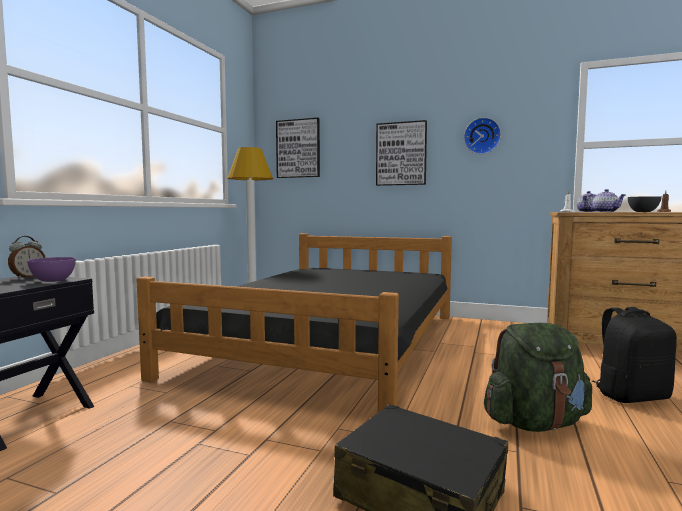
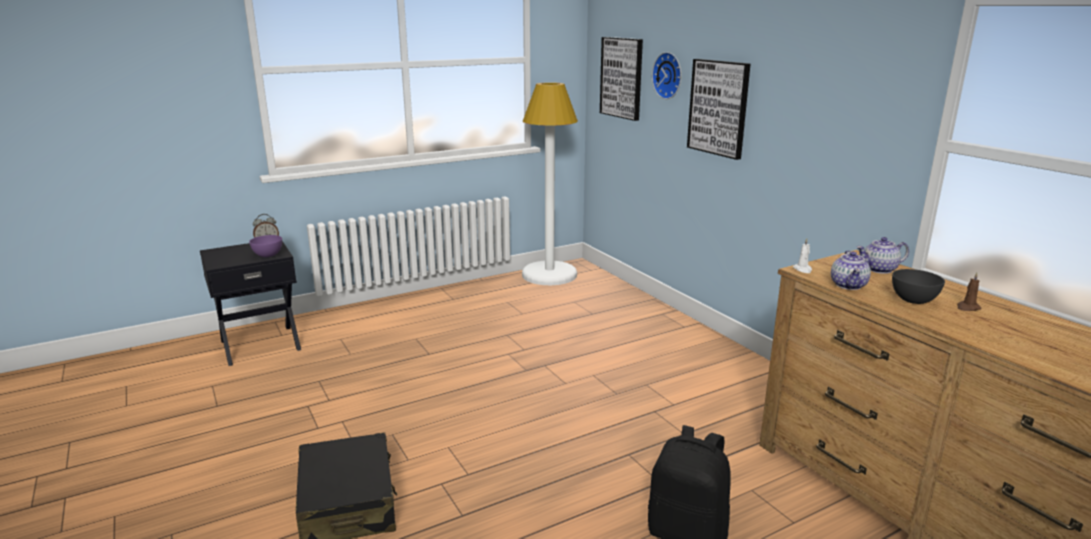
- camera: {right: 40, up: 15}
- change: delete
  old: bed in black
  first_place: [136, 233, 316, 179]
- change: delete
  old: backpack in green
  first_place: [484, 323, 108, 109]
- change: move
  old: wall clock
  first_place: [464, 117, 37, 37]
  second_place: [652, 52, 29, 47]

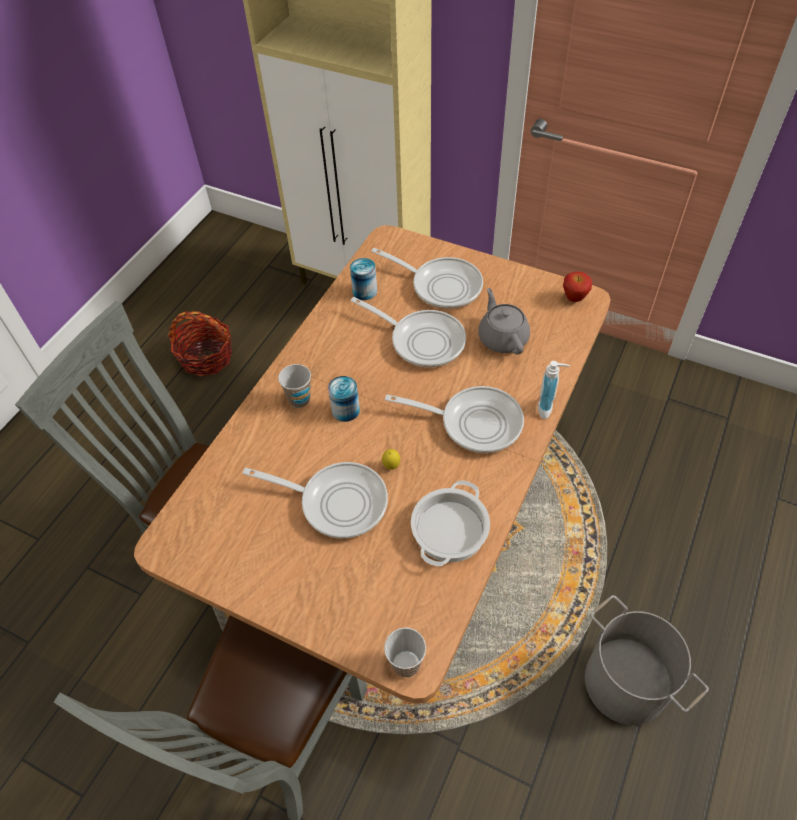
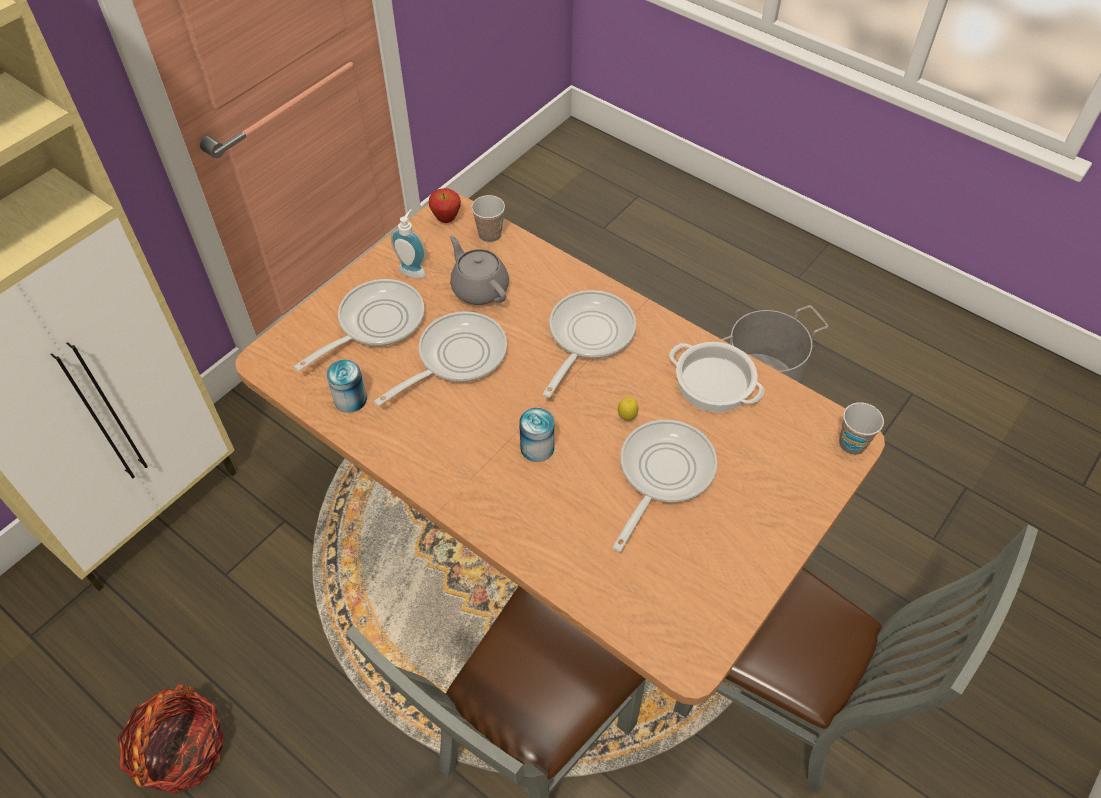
- camera: {right: -80, up: 0}
- change: move
  old: cup
  first_place: [278, 364, 33, 44]
  second_place: [471, 195, 34, 47]
- change: move
  old: soap dispenser
  first_place: [538, 361, 32, 58]
  second_place: [391, 209, 35, 70]
- change: rotate
  old: teapot in grey
  first_place: [478, 288, 52, 67]
  second_place: [450, 235, 59, 70]
  degrees: 60

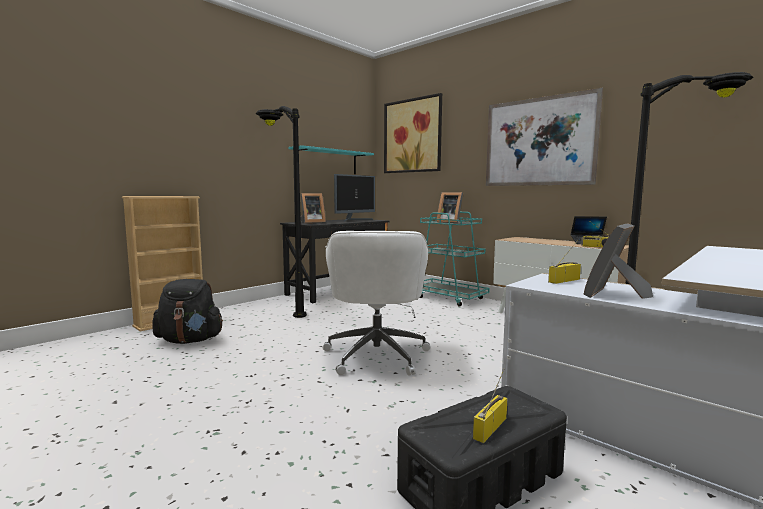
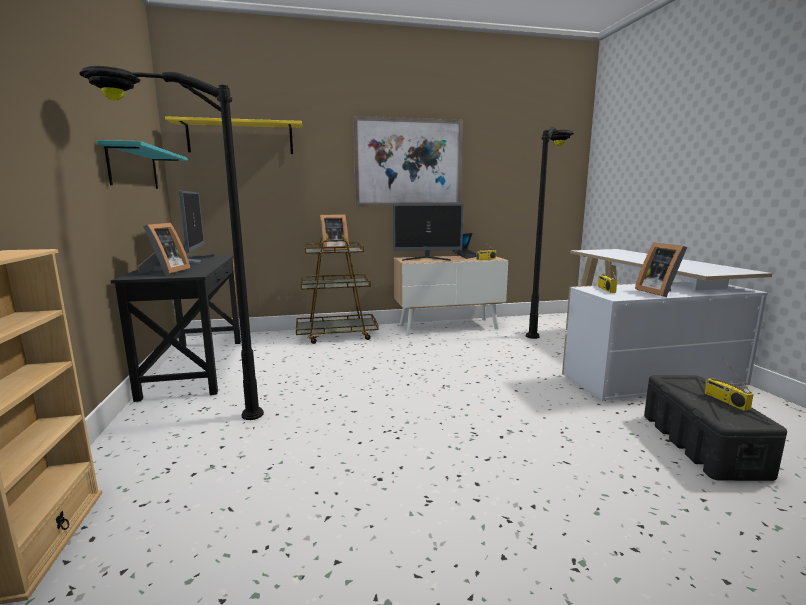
- camera: {right: -55, up: 5}
- change: delete
  old: backpack in black
  first_place: [152, 279, 71, 65]
- change: delete
  old: office chair in white
  first_place: [323, 231, 107, 145]
- change: insert
  new: monitor
  second_place: [393, 204, 71, 57]
- change: replace
  old: picture
  new: shelf in yellow
  first_place: [384, 93, 58, 80]
  second_place: [165, 116, 137, 38]
- change: recolor
  old: cart in turquoise
  new: cart in brown
  first_place: [420, 212, 69, 95]
  second_place: [296, 237, 83, 107]

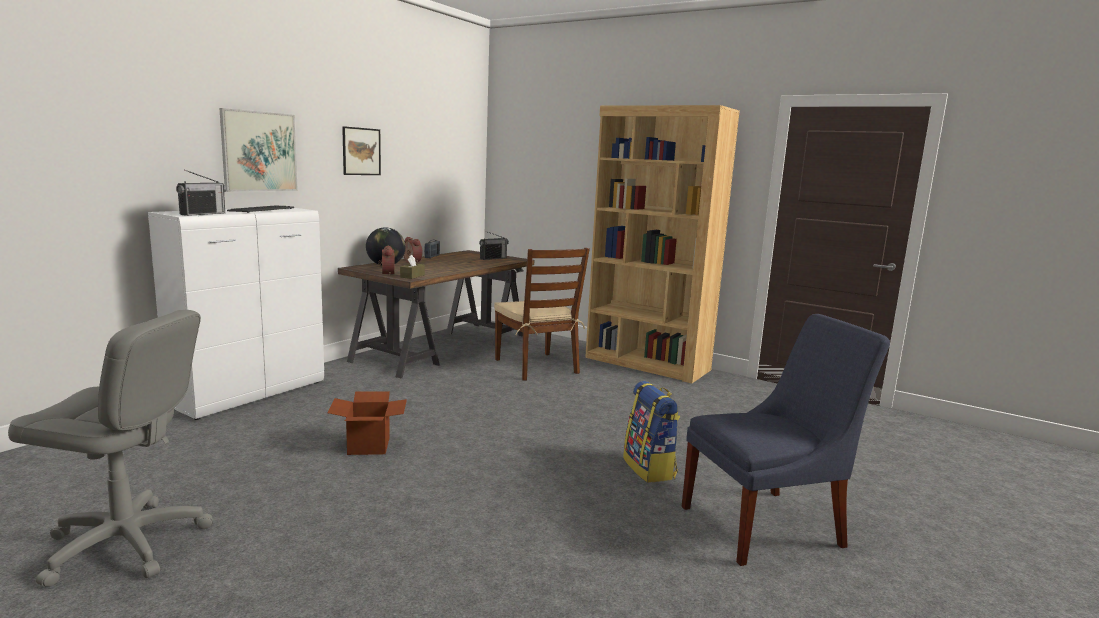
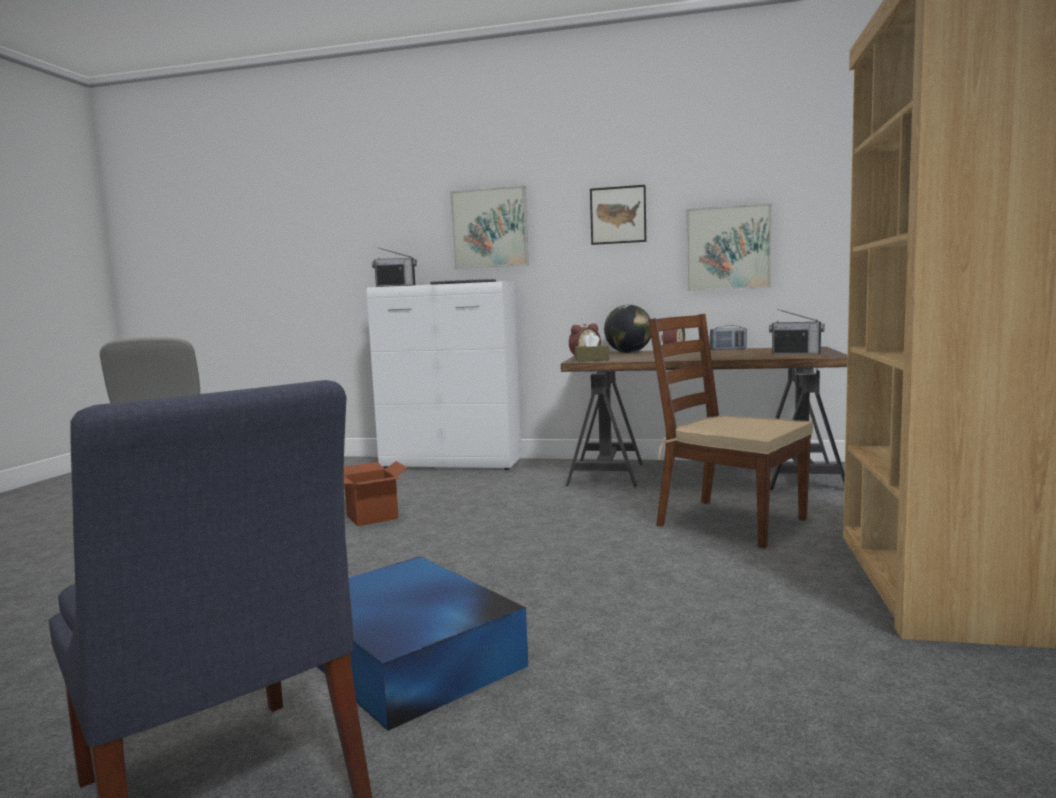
- camera: {right: 70, up: -5}
- change: insert
  new: picture
  second_place: [686, 203, 86, 88]
- change: replace
  old: backpack
  new: storage box in blue
  first_place: [623, 381, 57, 102]
  second_place: [317, 556, 211, 175]
- change: rotate
  old: chair in brown
  first_place: [494, 248, 96, 132]
  second_place: [648, 314, 165, 234]
  degrees: 90

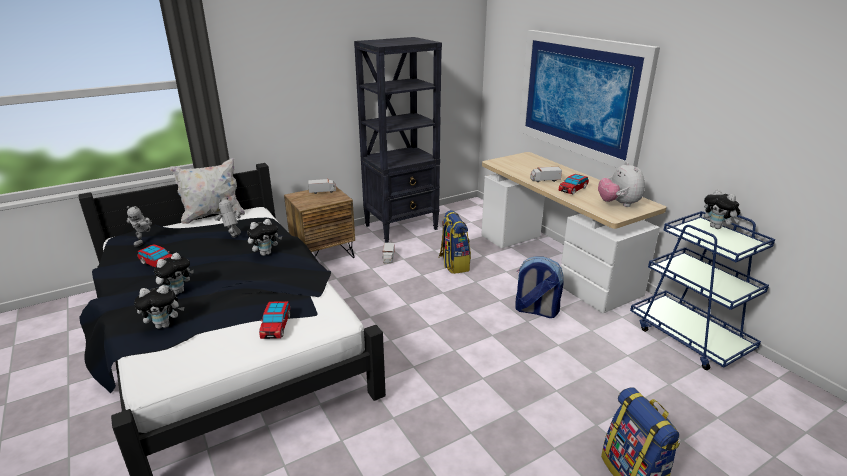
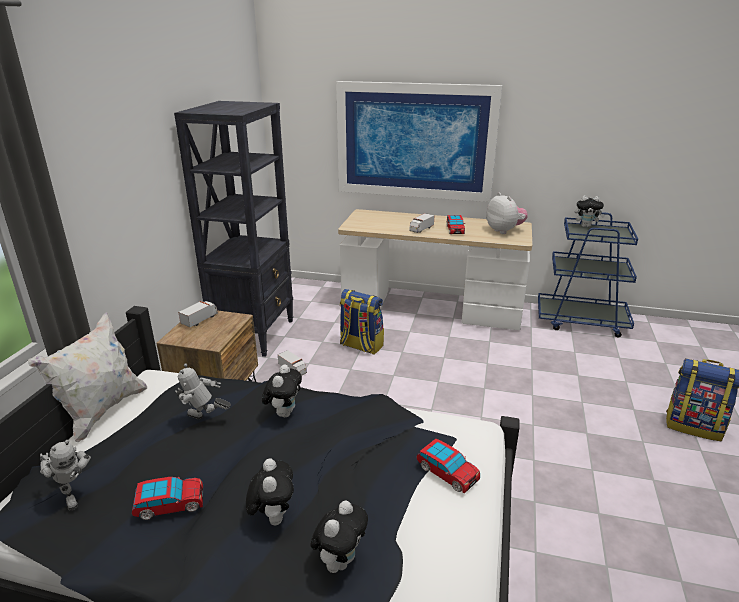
- camera: {right: -45, up: 0}
- change: delete
  old: backpack
  first_place: [515, 256, 48, 62]
- change: rotate
  old: plush toy
  first_place: [598, 162, 47, 45]
  second_place: [486, 192, 42, 42]
  degrees: -150

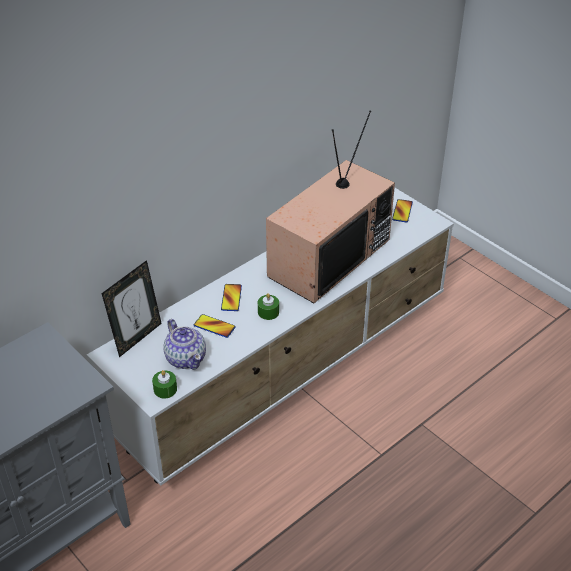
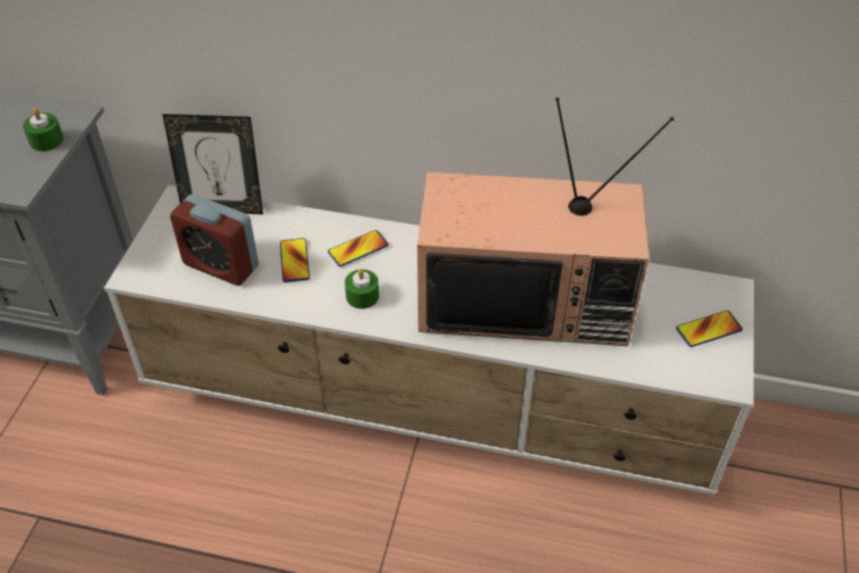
- camera: {right: 55, up: 5}
- change: move
  old: candle in green
  first_place: [152, 370, 25, 28]
  second_place: [23, 108, 41, 43]
- change: replace
  old: teapot
  new: alarm clock
  first_place: [163, 319, 43, 51]
  second_place: [170, 194, 89, 92]

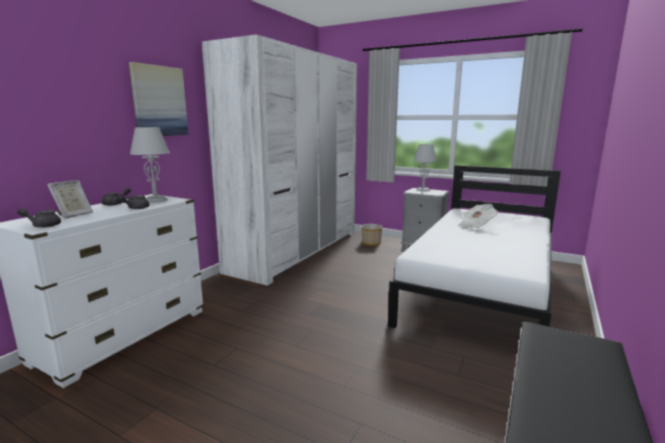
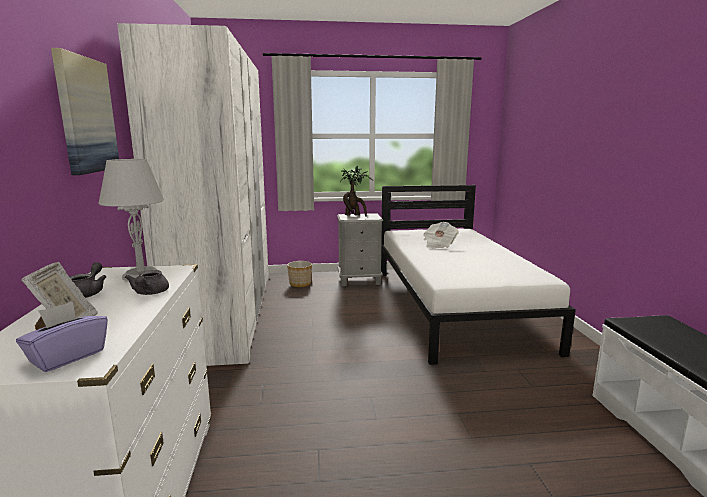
- camera: {right: -35, up: 0}
- change: replace
  old: teapot in grey
  new: tissue box in purple
  first_place: [17, 208, 44, 20]
  second_place: [16, 301, 92, 71]
- change: replace
  old: table lamp in grey
  new: potted plant
  first_place: [414, 144, 23, 48]
  second_place: [340, 165, 33, 52]

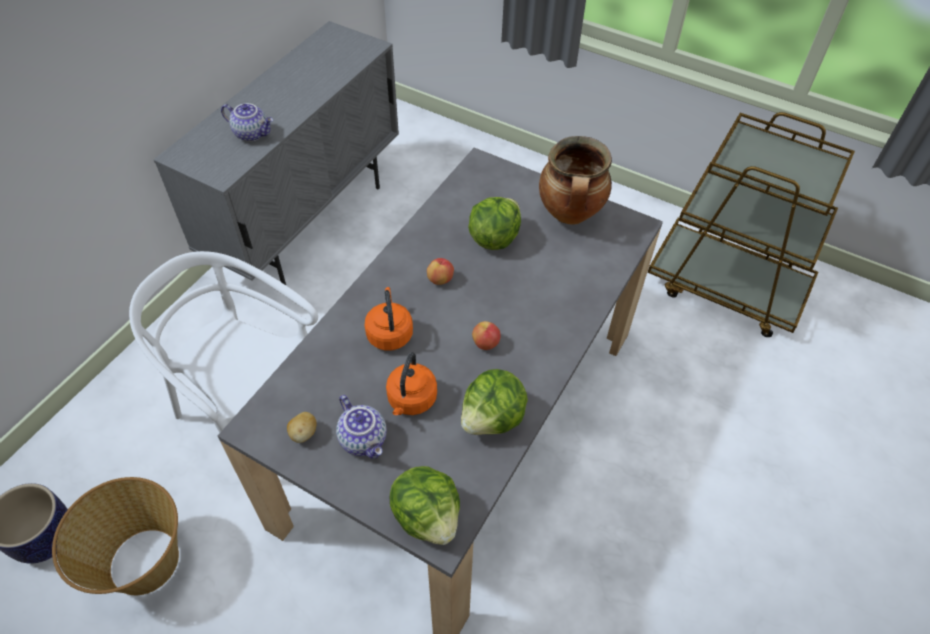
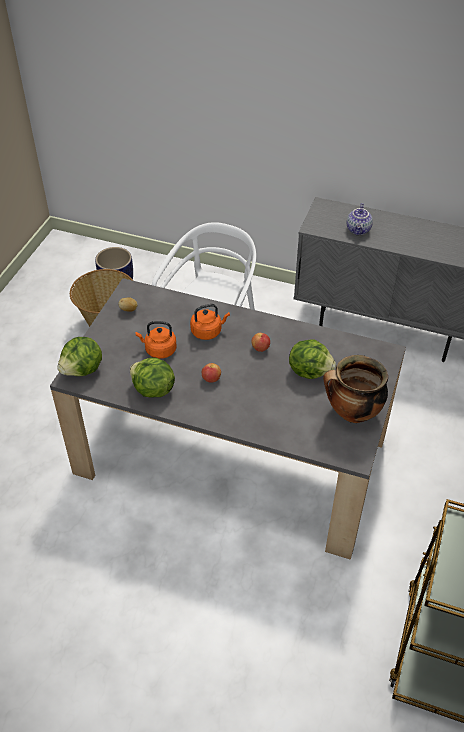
- camera: {right: 80, up: -5}
- change: delete
  old: teapot
  first_place: [336, 395, 51, 64]

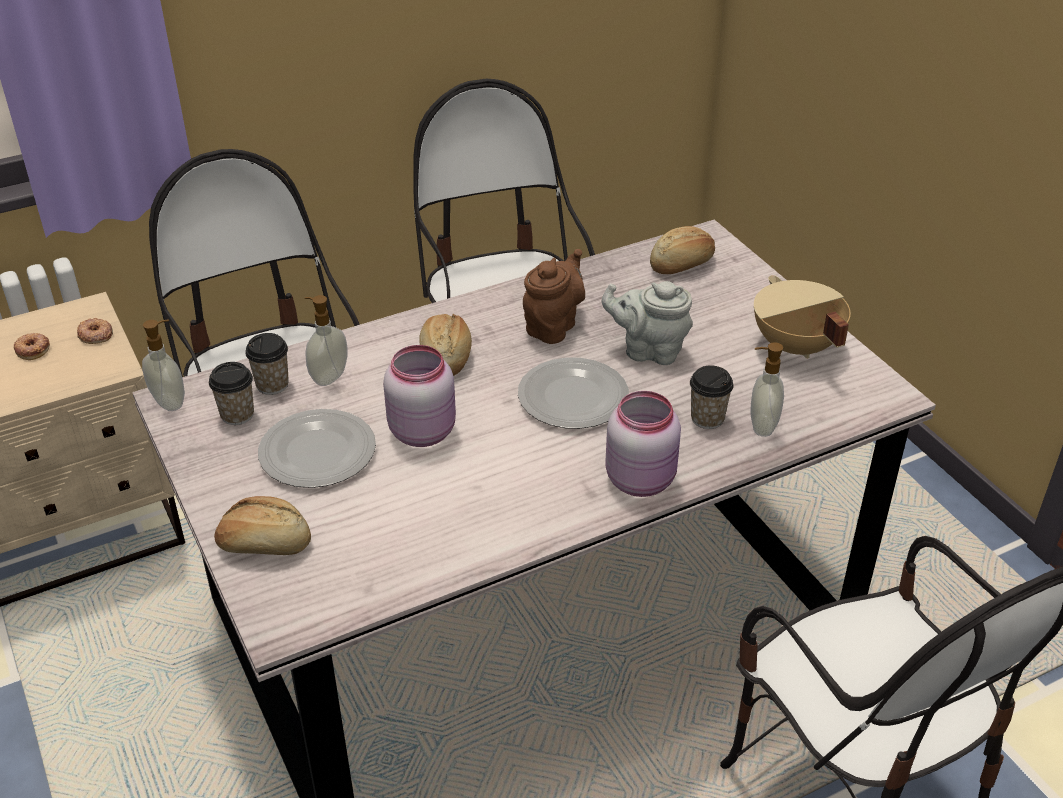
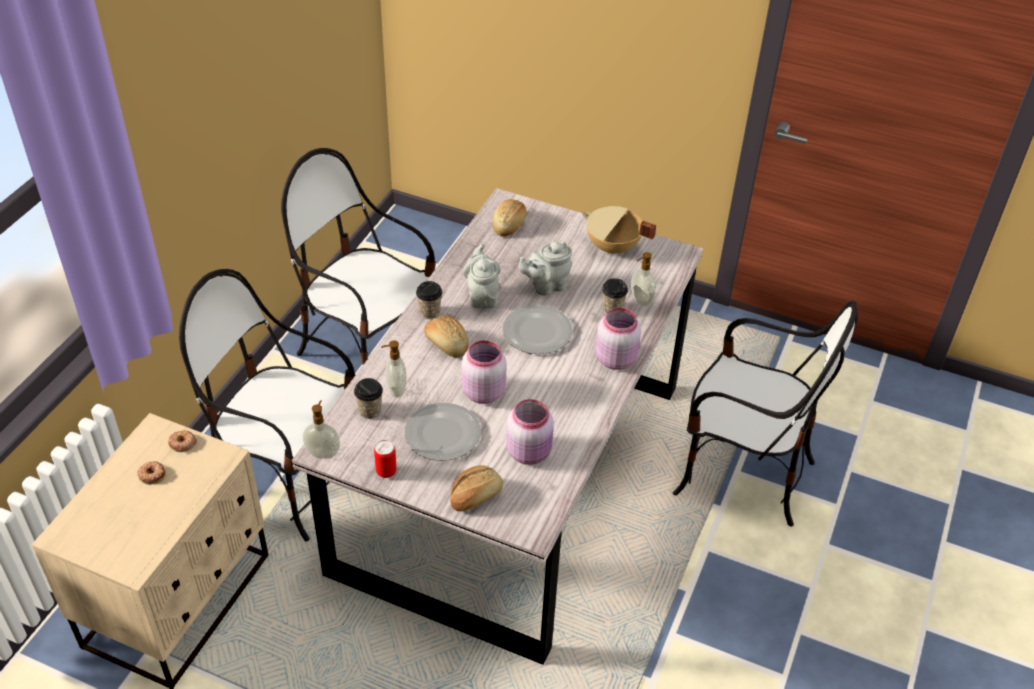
- camera: {right: -40, up: 5}
- change: insert
  new: can
  second_place: [374, 440, 23, 38]
- change: insert
  new: jar in pink
  second_place: [506, 399, 48, 66]
- change: move
  old: cup
  first_place: [209, 362, 45, 63]
  second_place: [416, 281, 26, 38]
- change: recolor
  old: teapot in brown
  new: teapot in grey
  first_place: [523, 249, 62, 95]
  second_place: [463, 244, 38, 64]

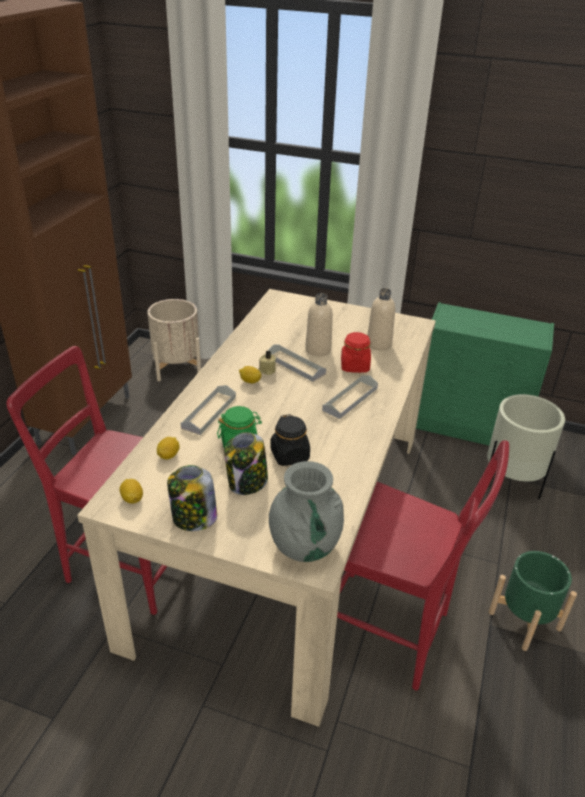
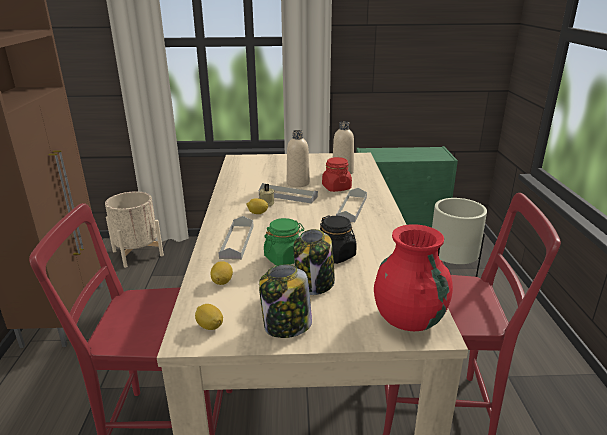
- camera: {right: -20, up: -10}
- change: delete
  old: planter in green
  first_place: [489, 551, 88, 100]
- change: recolor
  old: vase in grey
  new: vase in red
  first_place: [269, 461, 75, 101]
  second_place: [374, 224, 79, 107]

